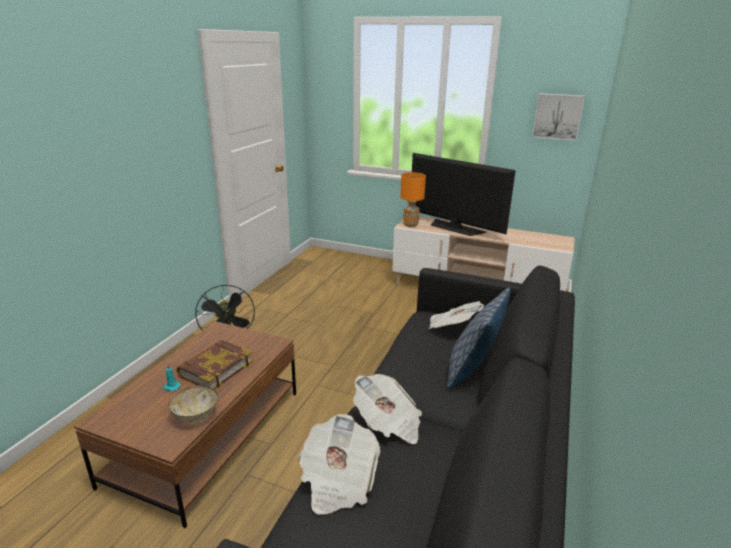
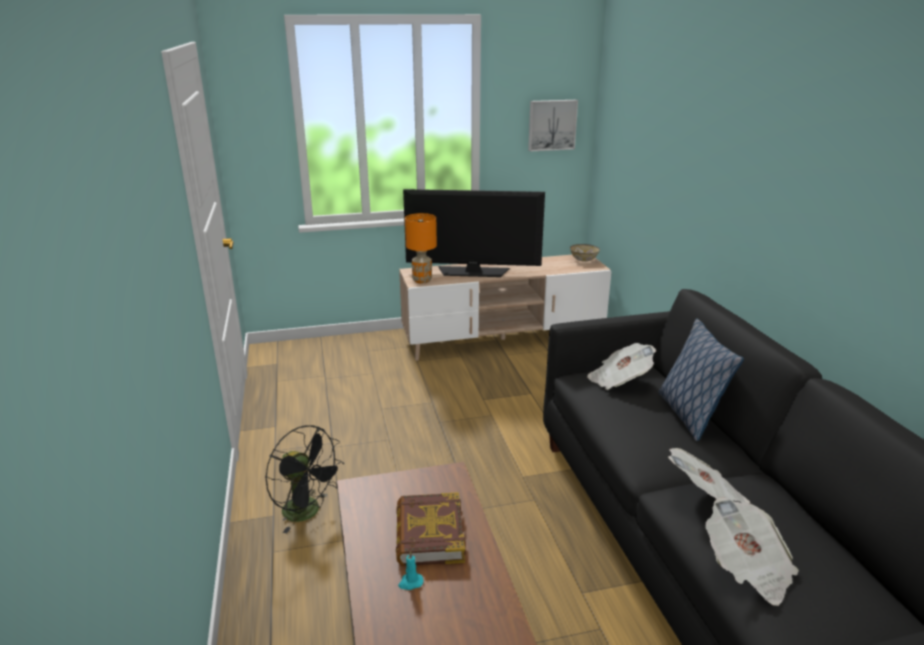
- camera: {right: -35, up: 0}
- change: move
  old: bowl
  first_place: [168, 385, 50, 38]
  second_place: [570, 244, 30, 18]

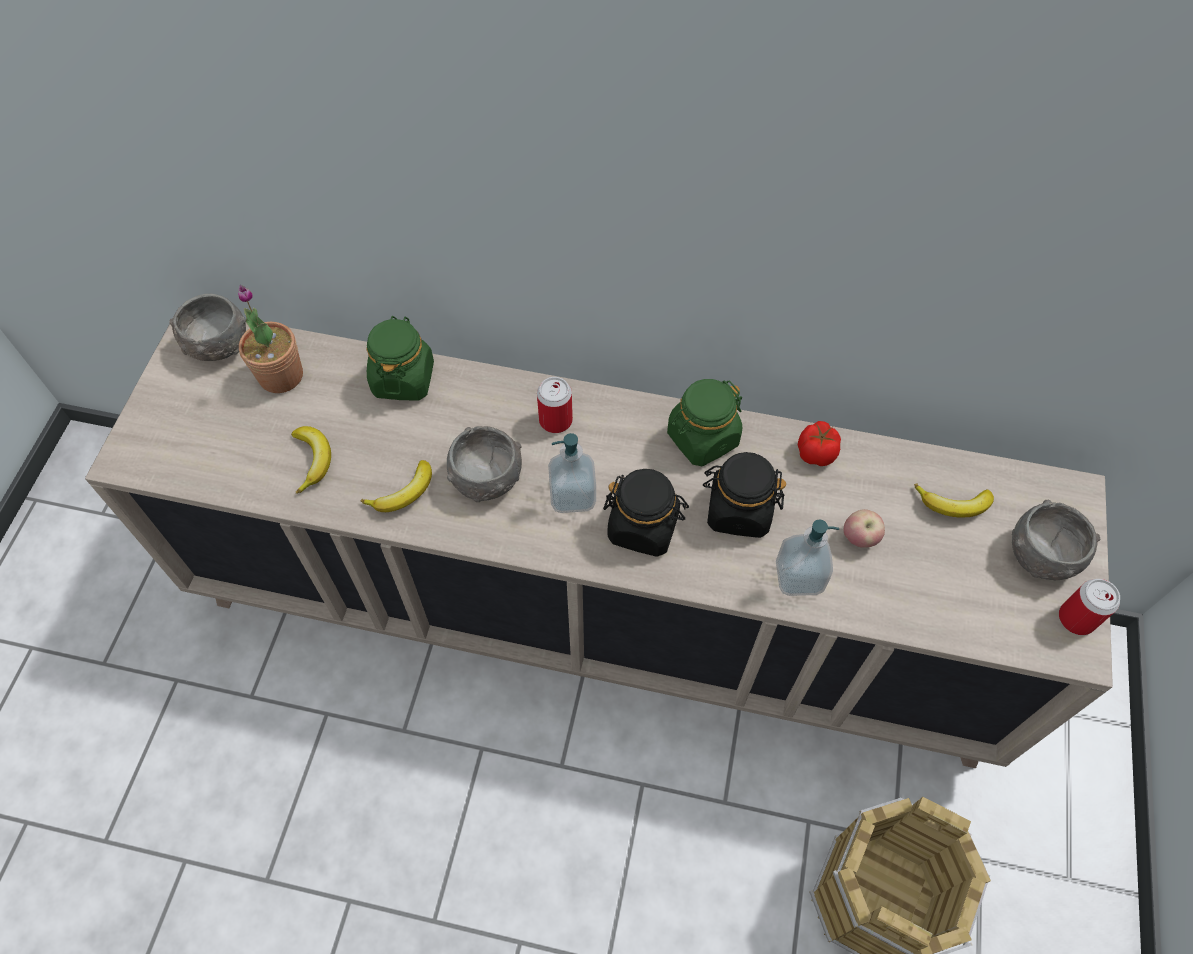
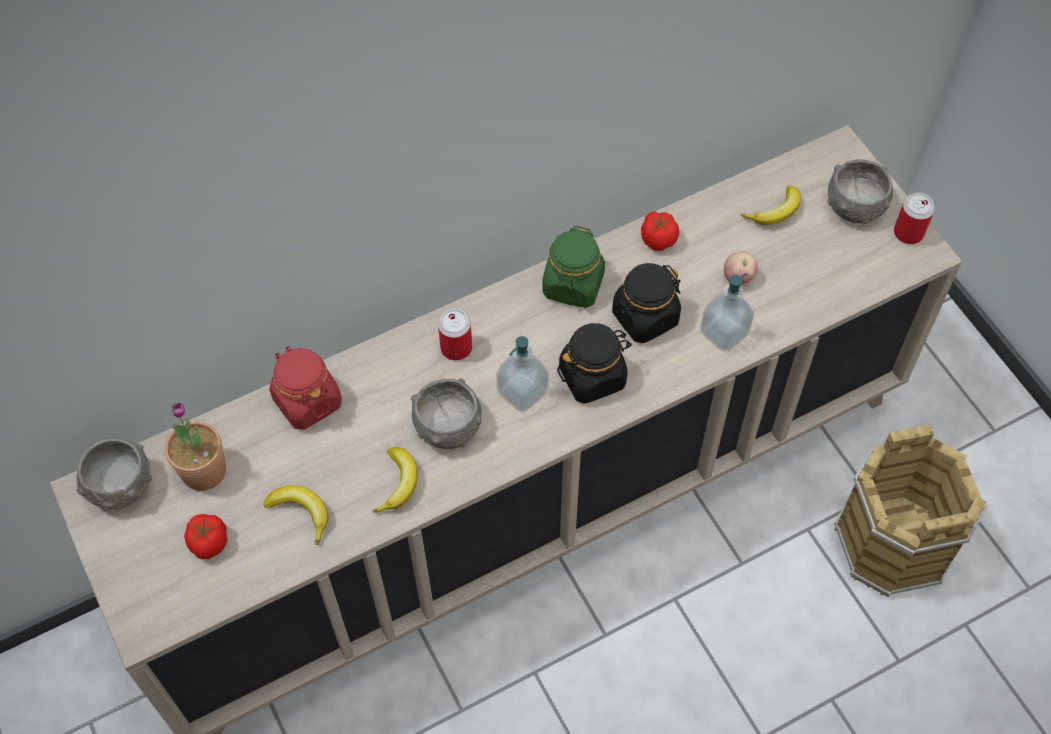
- camera: {right: -40, up: 0}
- change: insert
  new: tomato
  second_place: [184, 514, 44, 45]
- change: recolor
  old: jar in green
  new: jar in red
  first_place: [366, 316, 68, 85]
  second_place: [269, 346, 73, 84]

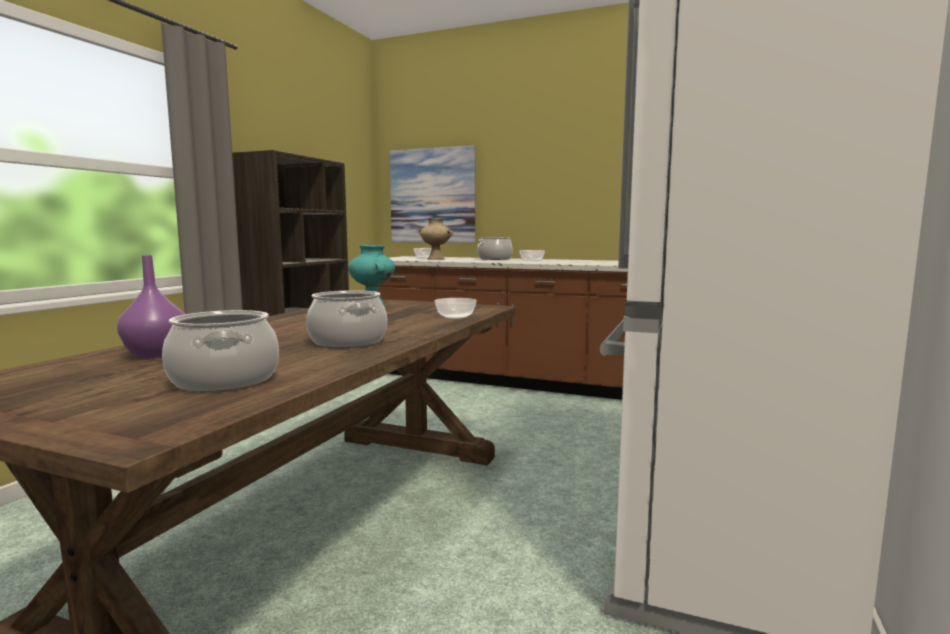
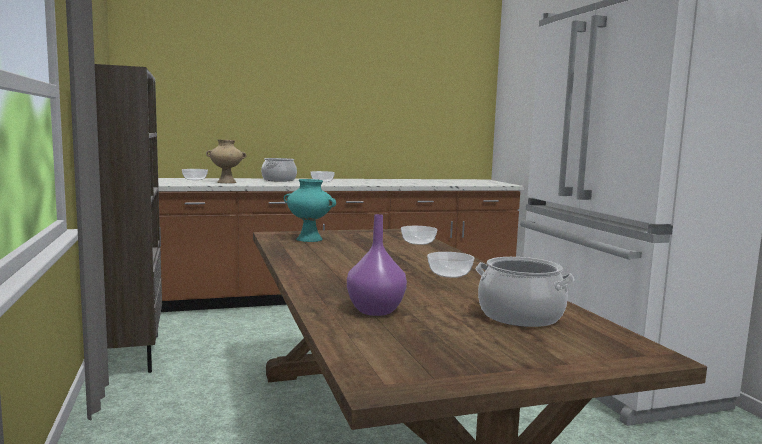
- camera: {right: -40, up: 0}
- change: delete
  old: picture
  first_place: [390, 146, 85, 97]
- change: replace
  old: cooking pot
  new: bowl
  first_place: [306, 290, 81, 58]
  second_place: [427, 252, 47, 26]

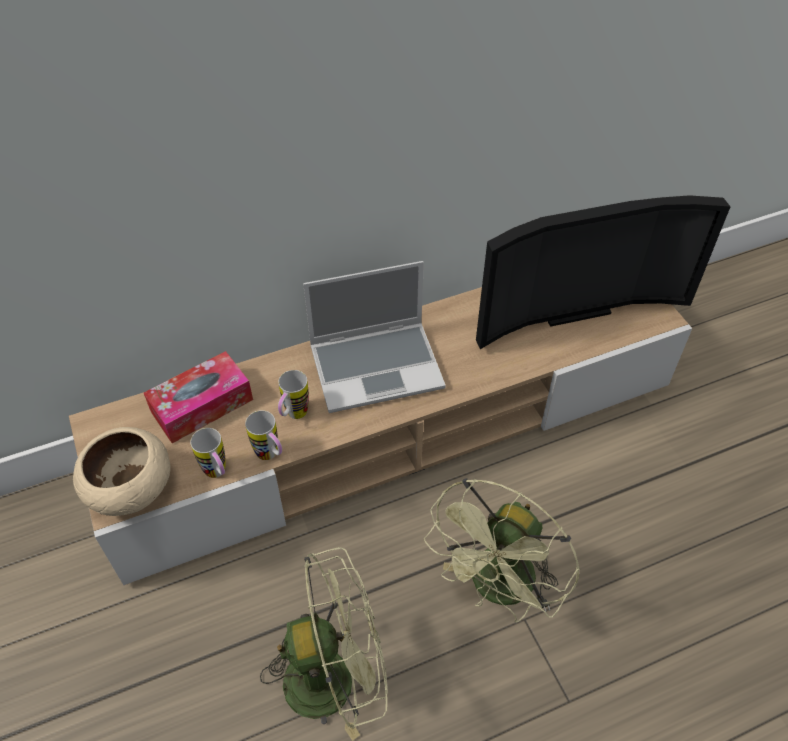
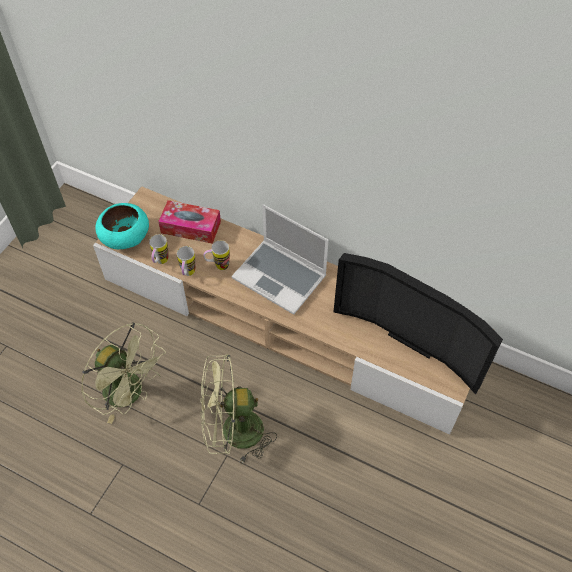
- camera: {right: 50, up: 5}
- change: recolor
  old: bowl in beige
  new: bowl in turquoise
  first_place: [73, 427, 98, 89]
  second_place: [95, 203, 54, 46]

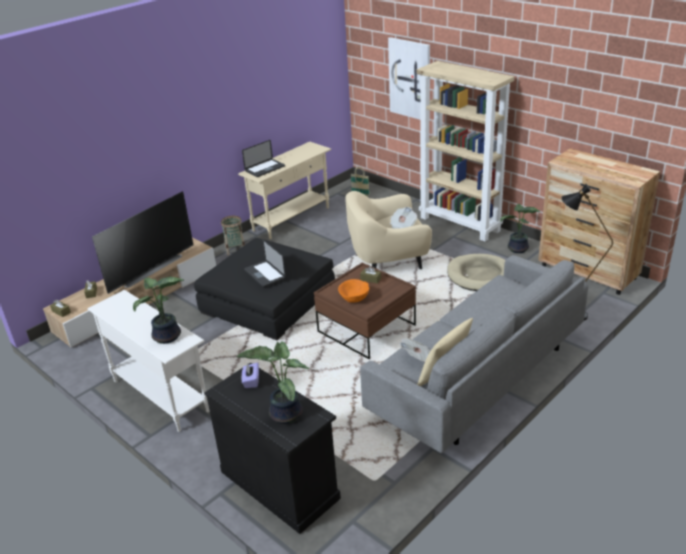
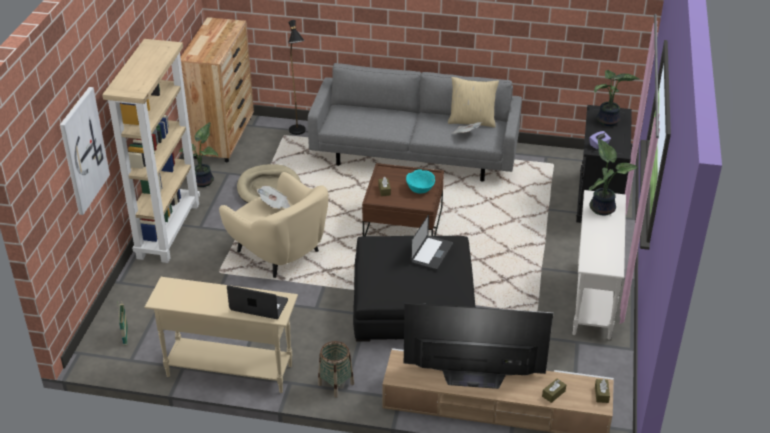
- camera: {right: -125, up: 5}
- change: recolor
  old: bowl in orange
  new: bowl in turquoise
  first_place: [338, 279, 31, 24]
  second_place: [406, 169, 29, 25]

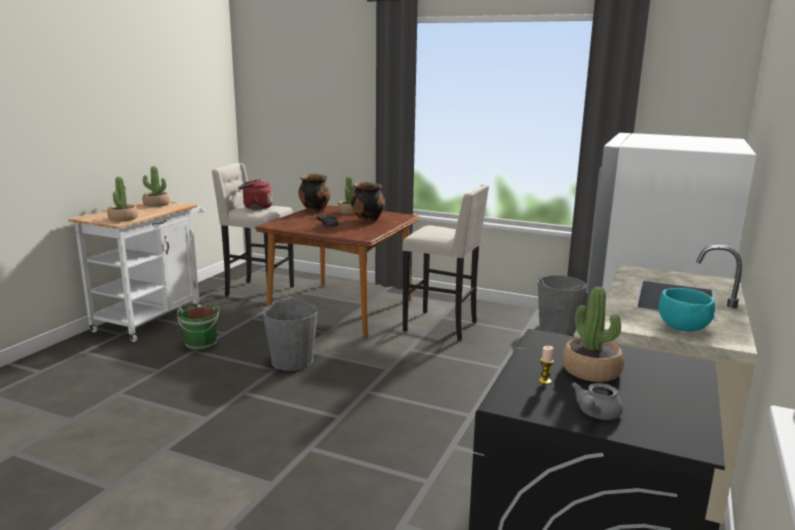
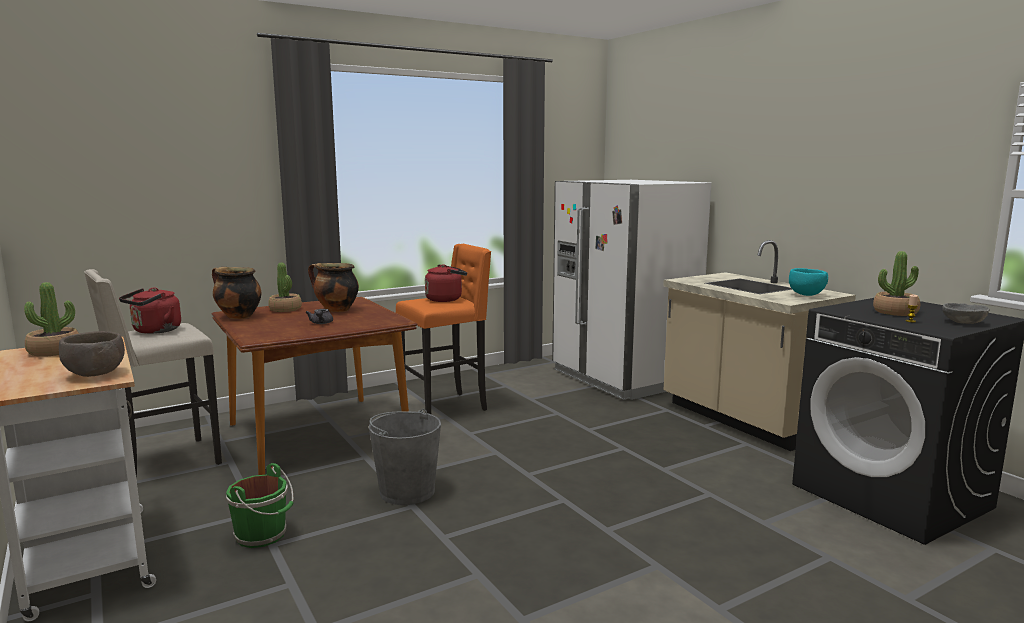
- camera: {right: -55, up: -5}
- change: delete
  old: bucket in grey
  first_place: [538, 275, 48, 60]
- change: insert
  new: kettle in red
  second_place: [425, 264, 42, 38]
- change: replace
  old: potted plant
  new: bowl in brown
  first_place: [107, 177, 31, 44]
  second_place: [59, 331, 66, 46]
- change: replace
  old: teapot in grey
  new: bowl in grey
  first_place: [571, 382, 52, 38]
  second_place: [942, 303, 48, 21]
- change: recolor
  old: stool in beige
  new: stool in orange
  first_place: [402, 184, 87, 157]
  second_place: [396, 244, 95, 170]

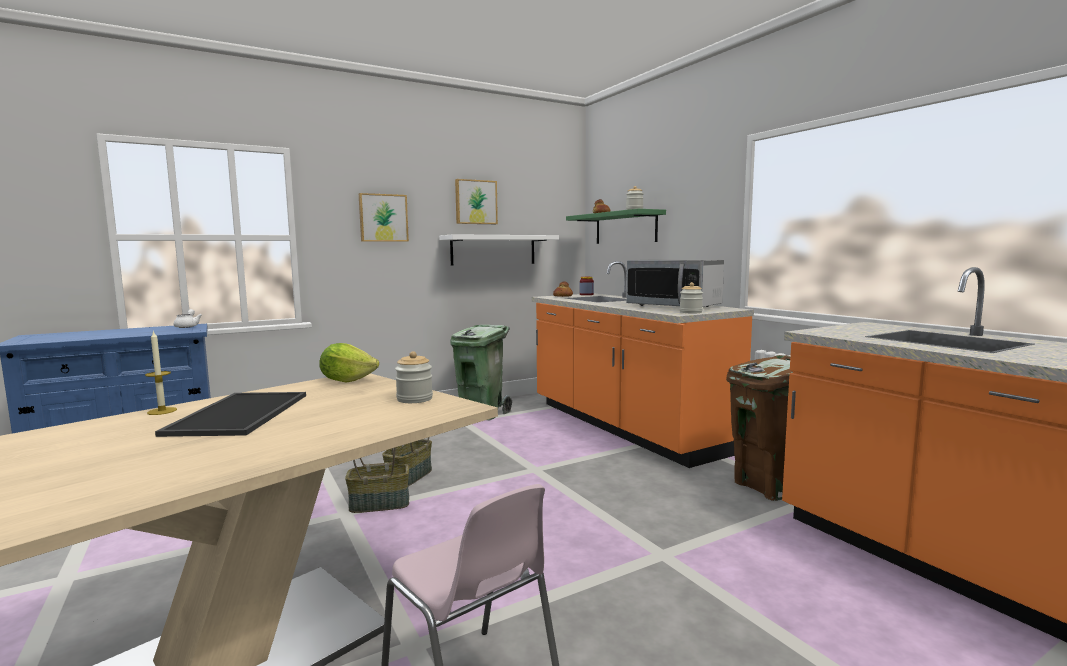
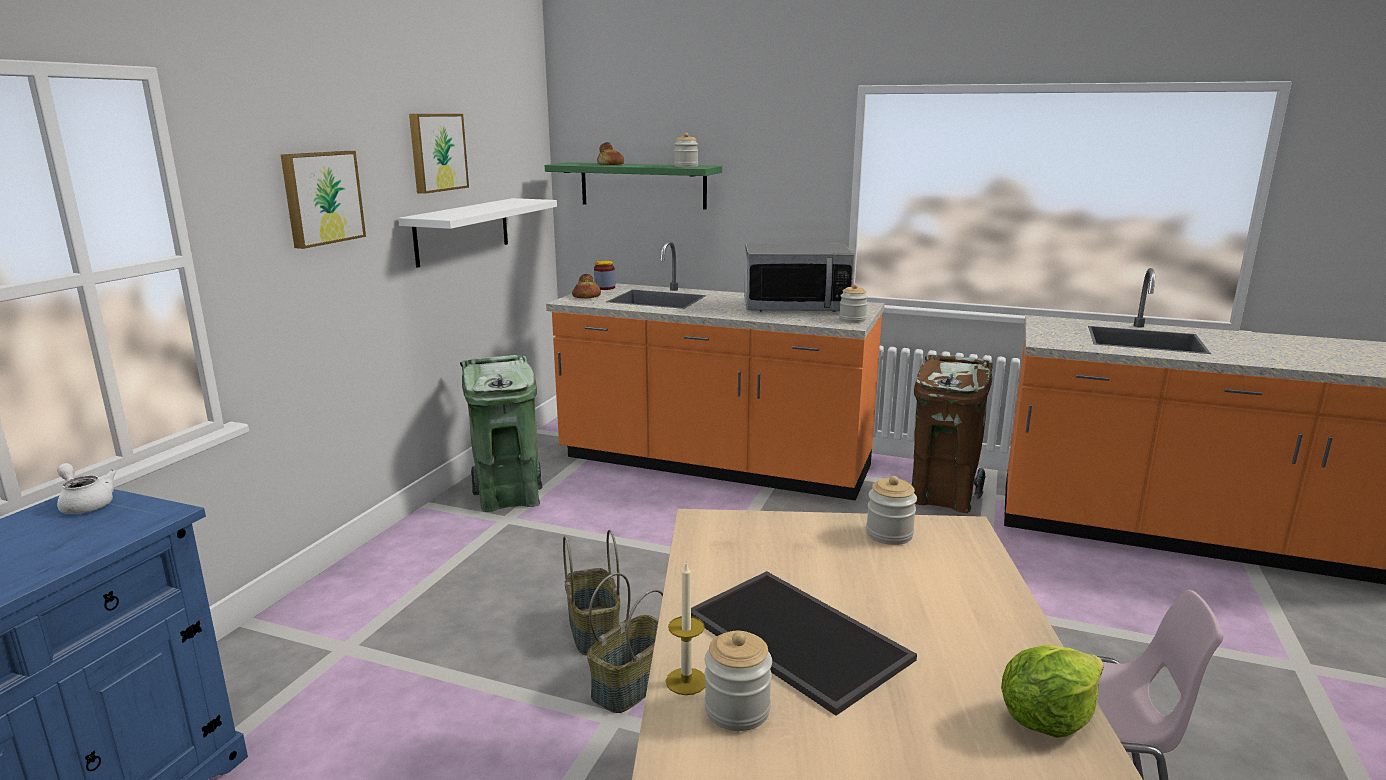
- camera: {right: -40, up: 10}
- change: insert
  new: jar
  second_place: [704, 631, 68, 100]
- change: move
  old: lettuce
  first_place: [319, 343, 60, 40]
  second_place: [1001, 644, 103, 94]

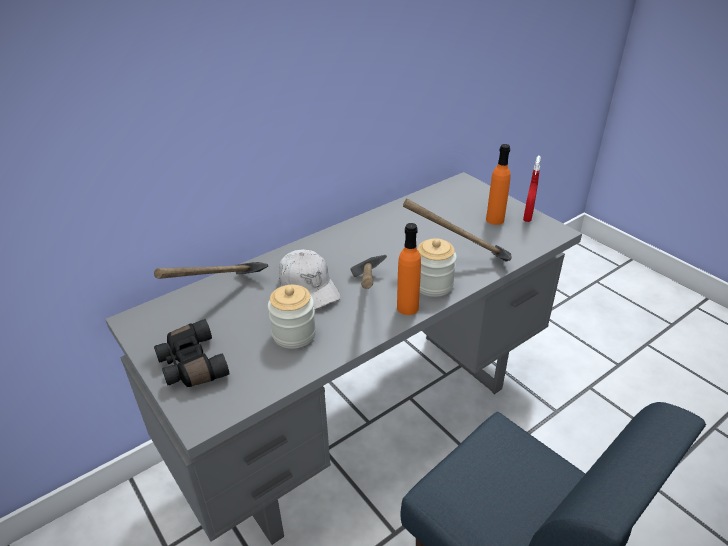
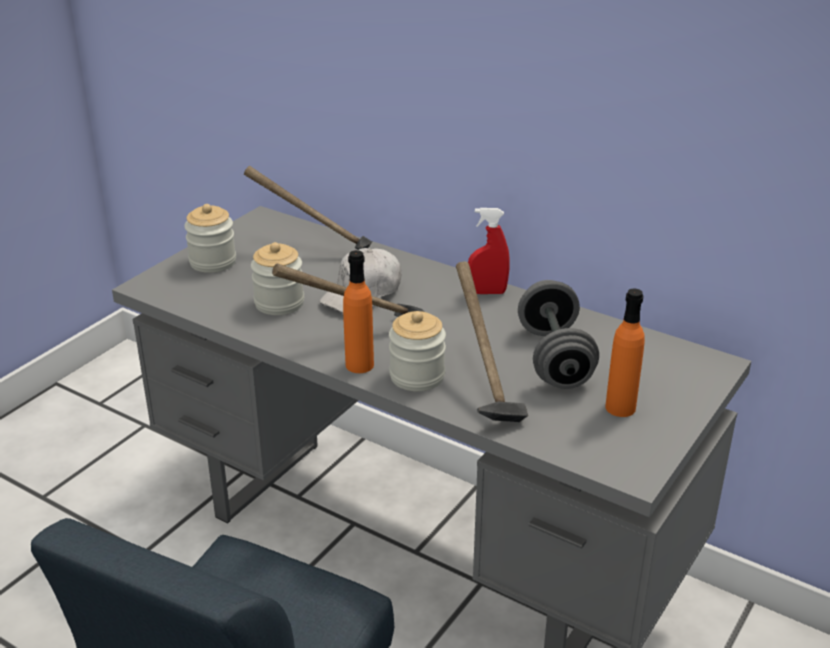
- camera: {right: 70, up: -5}
- change: insert
  new: dumbbell in grey
  second_place: [518, 280, 81, 109]
- change: move
  old: spray bottle in red
  first_place: [523, 156, 18, 66]
  second_place: [468, 208, 42, 86]
- change: replace
  old: binoculars in black
  new: jar
  first_place: [154, 319, 75, 68]
  second_place: [184, 204, 52, 69]

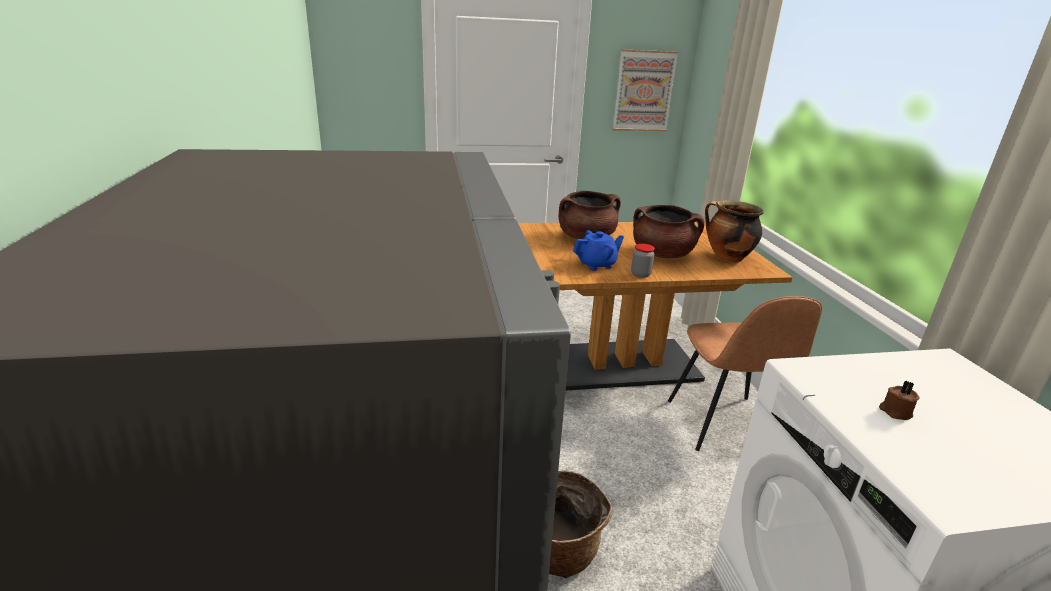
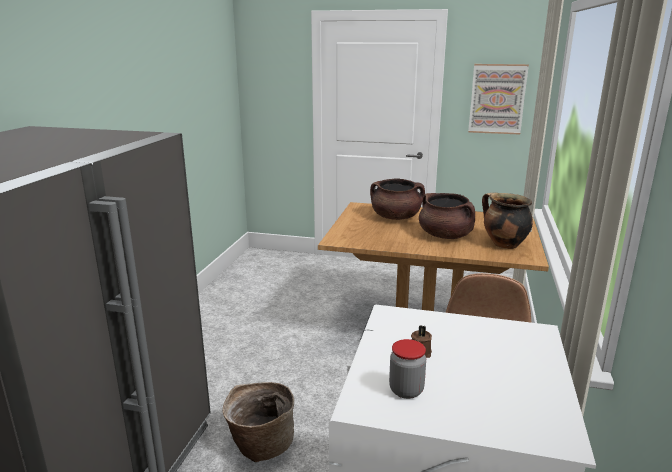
- camera: {right: 25, up: -5}
- change: delete
  old: teapot in blue
  first_place: [573, 230, 51, 40]
- change: move
  old: jar
  first_place: [631, 244, 24, 34]
  second_place: [389, 339, 37, 60]

